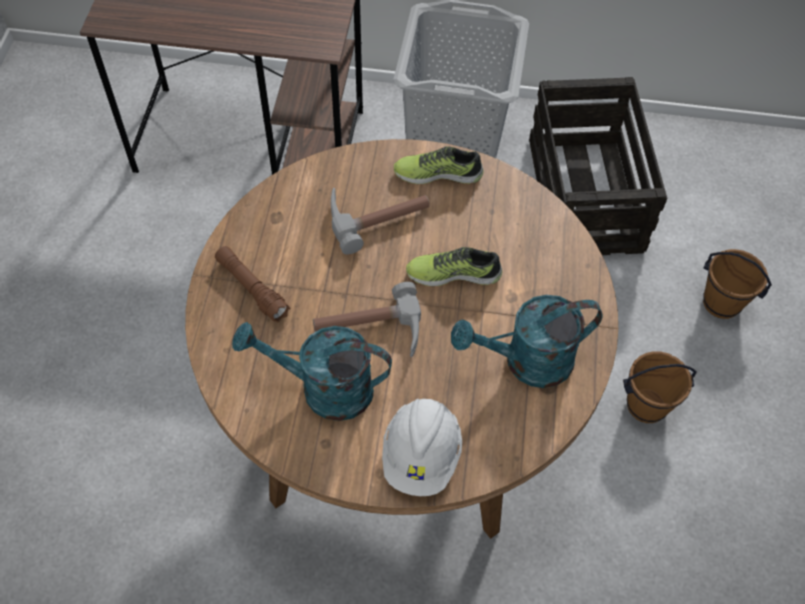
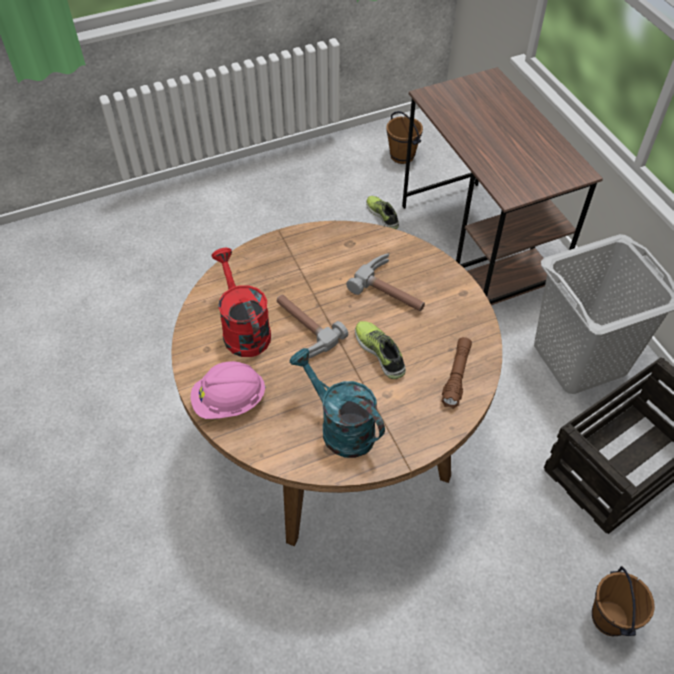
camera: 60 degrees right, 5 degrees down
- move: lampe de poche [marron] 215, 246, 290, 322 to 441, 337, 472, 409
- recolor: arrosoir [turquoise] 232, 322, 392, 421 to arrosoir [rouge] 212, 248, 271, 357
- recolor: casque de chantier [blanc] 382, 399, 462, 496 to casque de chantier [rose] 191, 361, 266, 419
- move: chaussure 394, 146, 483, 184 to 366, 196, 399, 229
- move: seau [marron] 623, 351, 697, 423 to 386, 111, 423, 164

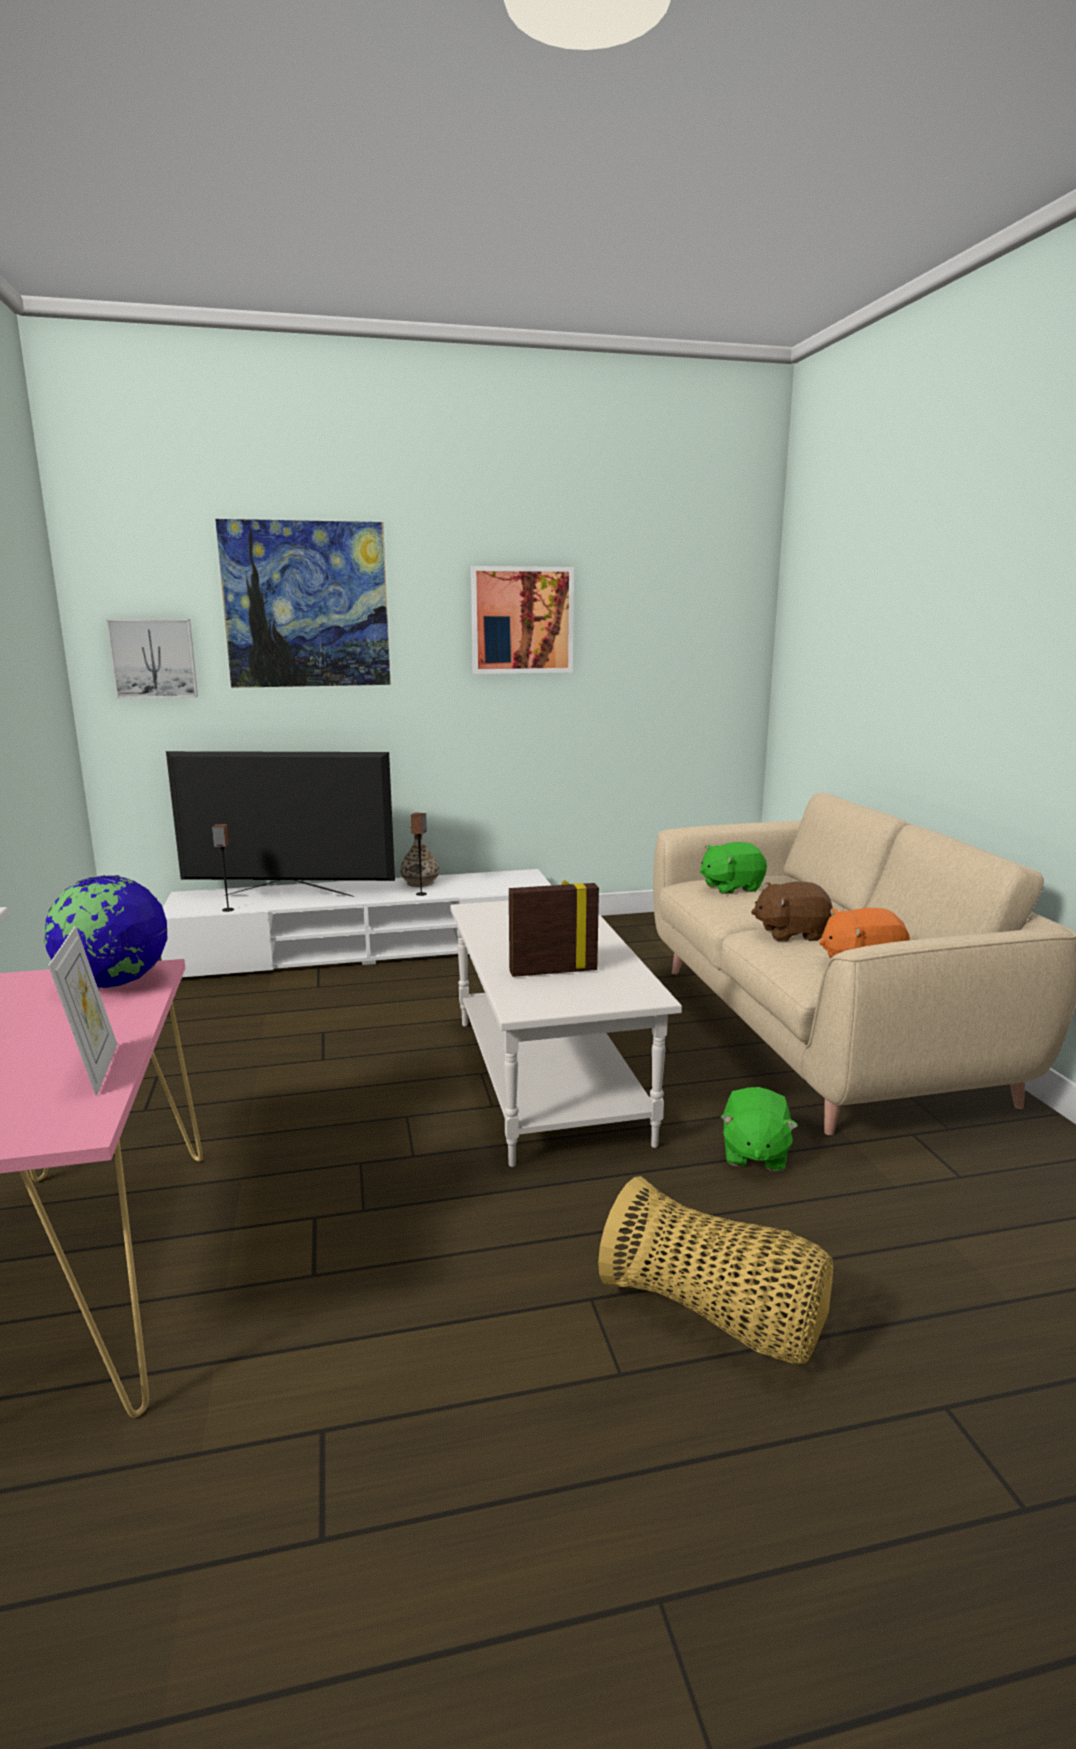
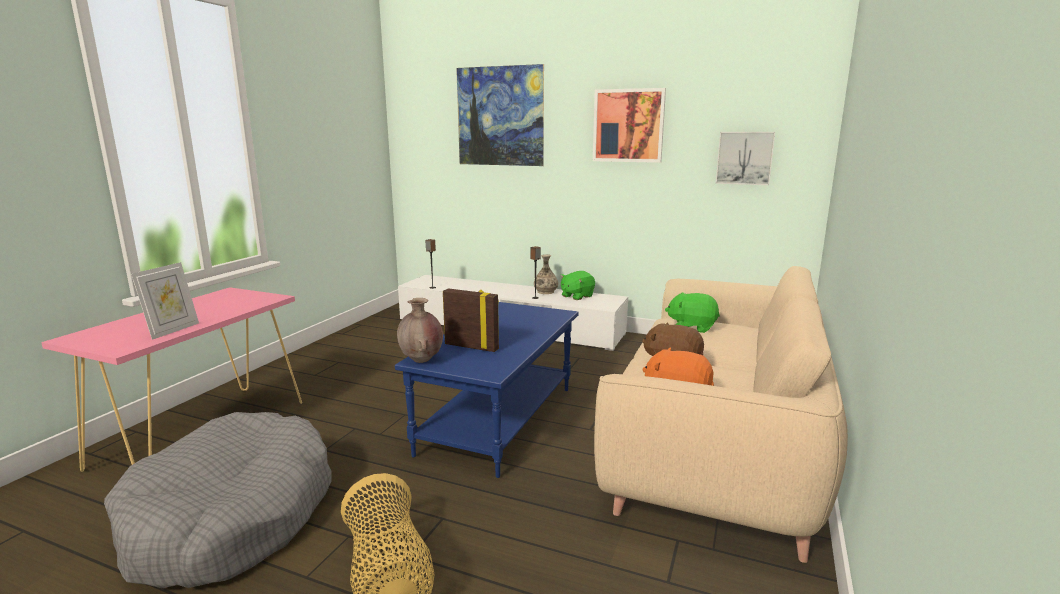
camera: 35 degrees right, 0 degrees up
- delete: globe 44, 875, 167, 988
- move: tableau 106, 619, 198, 699 to 716, 132, 775, 185
- delete: téléviseur 166, 751, 395, 897
- recolor: table basse [blanc] 450, 901, 682, 1167 to table basse [bleu] 395, 302, 578, 478
- move: peluche [vert] 721, 1087, 798, 1171 to 560, 271, 595, 300
- insert: panier pour chien [gris] 104, 412, 332, 588
- insert: vase [marron] 397, 298, 443, 363

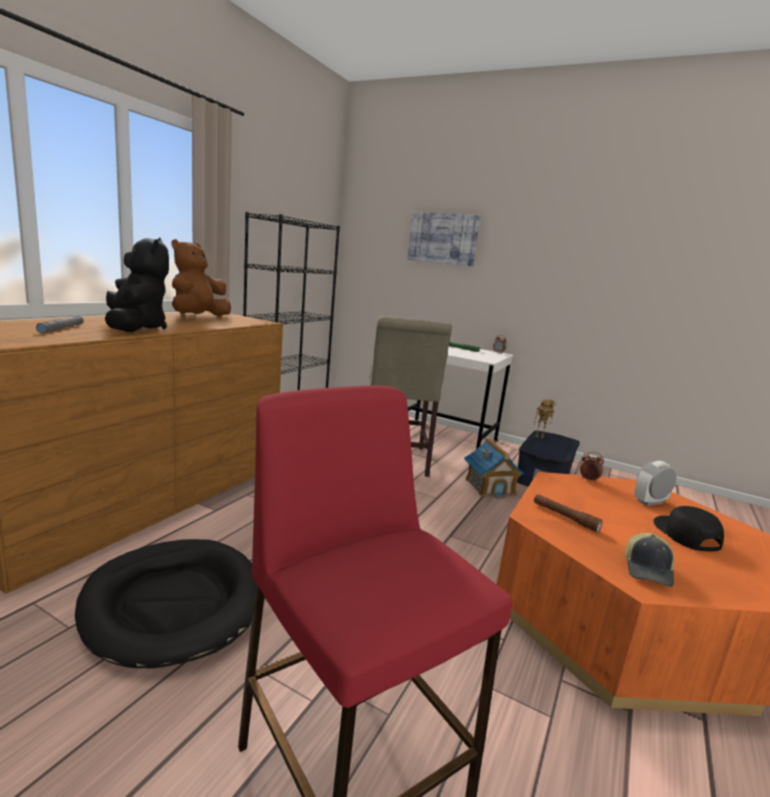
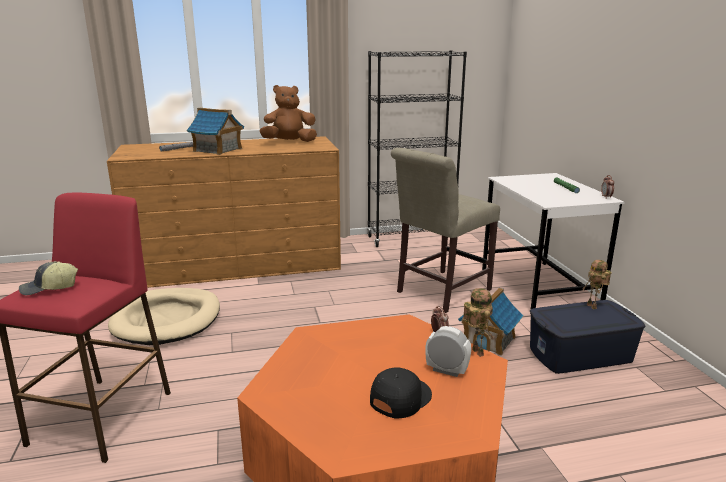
camera: 50 degrees right, 5 degrees up
- recolor: panier pour chien [noir] 75, 539, 256, 669 to panier pour chien [beige] 108, 288, 220, 345
- replace: peluche [noir] 105, 238, 169, 332 to maison miniature 187, 108, 244, 155
- delete: tableau 408, 212, 481, 267
- delete: lampe de poche [marron] 534, 494, 602, 532
- move: casquette 625, 533, 674, 587 to 19, 261, 78, 295
- insert: robot jouet 463, 288, 494, 357

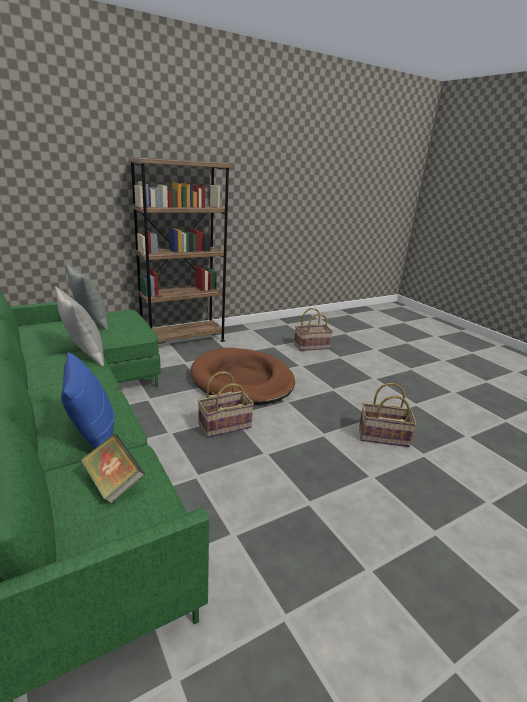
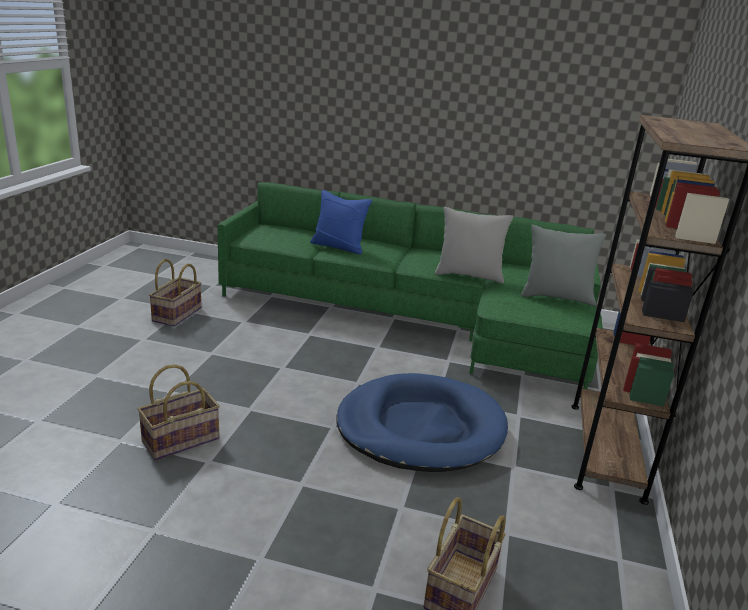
camera: 135 degrees right, 0 degrees up
- delete: livre 80, 434, 145, 504
- recolor: panier pour chien [marron] 191, 348, 295, 405 to panier pour chien [bleu] 336, 373, 508, 472
- move: panier 198, 371, 254, 438 to 149, 259, 202, 327

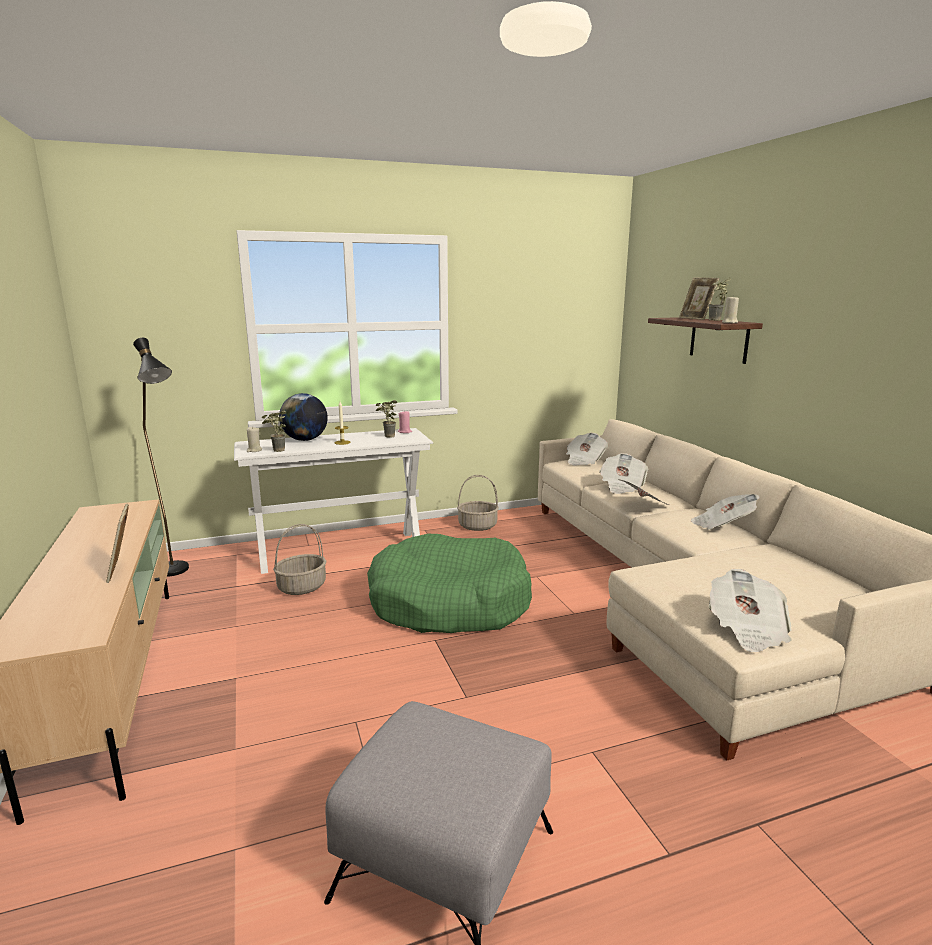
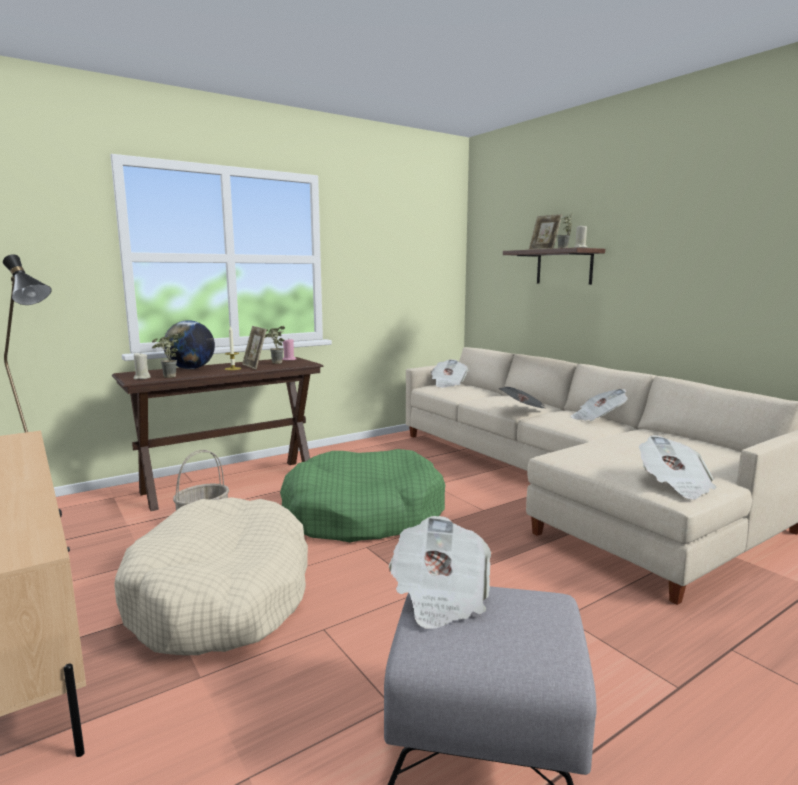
camera: 15 degrees left, 5 degrees down
- move: cadre photo 106, 504, 129, 583 to 242, 326, 267, 369
- recolor: table console [blanc] 234, 428, 433, 574 to table console [marron] 112, 357, 324, 511
- delete: panier 457, 475, 499, 531
- move: journal 599, 453, 648, 494 to 389, 516, 491, 629
- insert: panier pour chien [beige] 114, 497, 308, 655

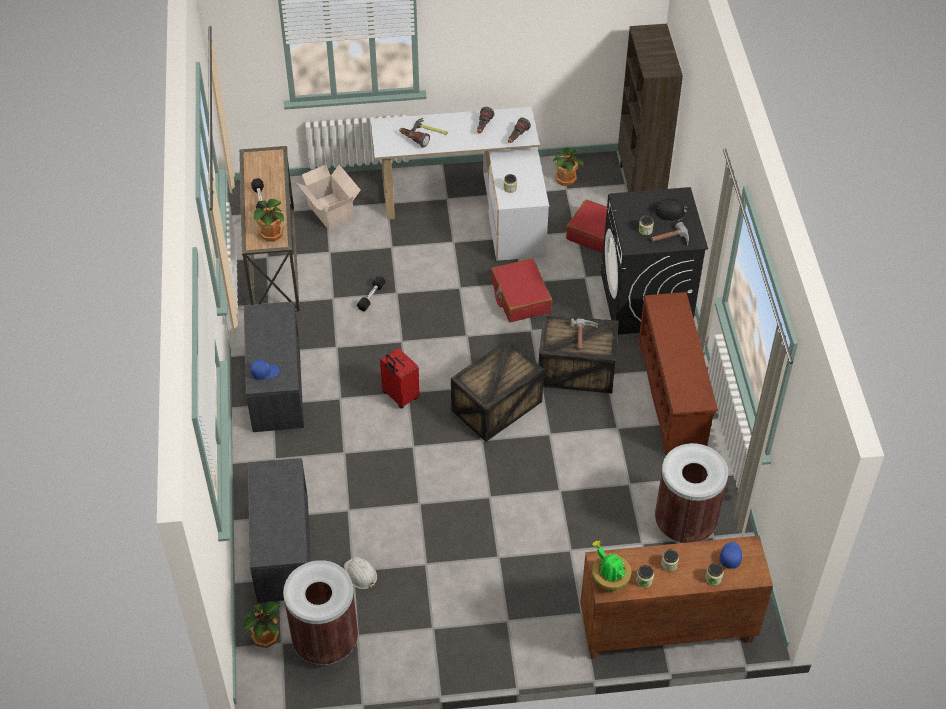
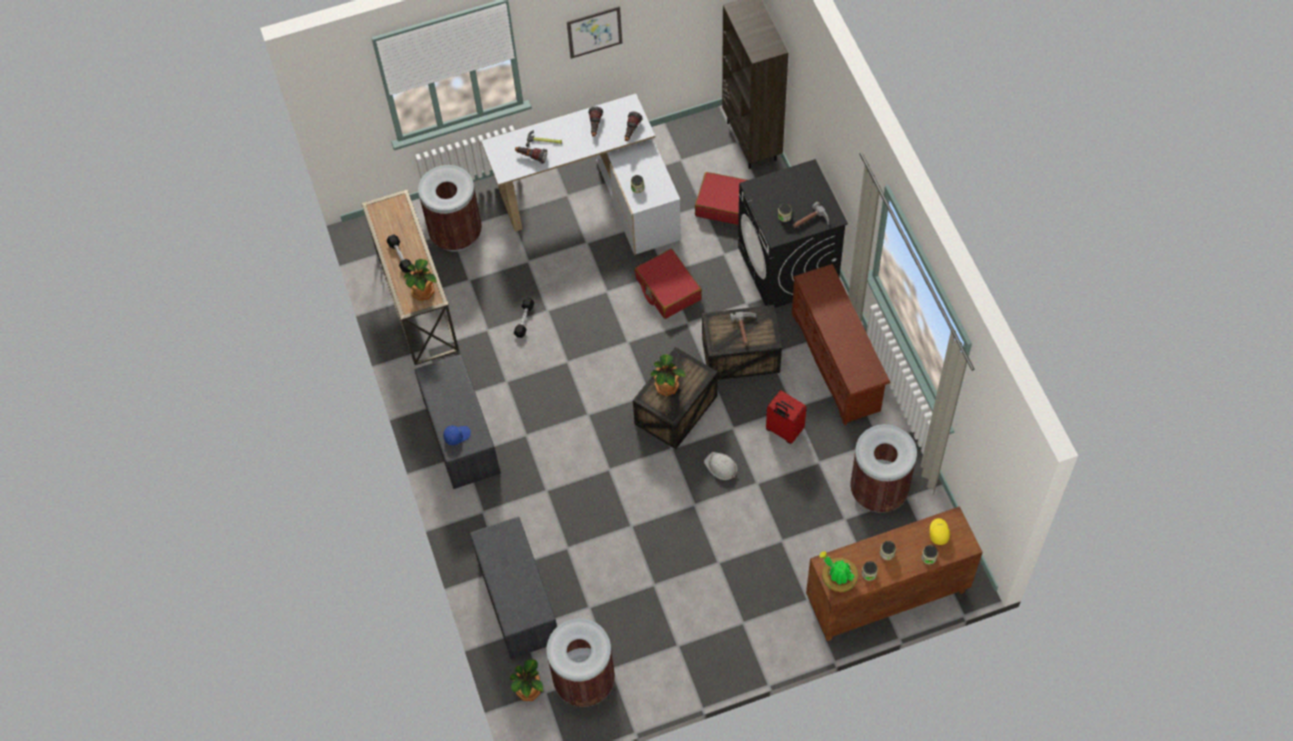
camera: 10 degrees left, 10 degrees up
- replace: carton 296, 164, 361, 230 to poubelle [marron] 418, 165, 482, 252
- move: casque de chantier [blanc] 344, 557, 377, 589 to 704, 452, 738, 480
- move: valise [rouge] 380, 348, 420, 409 to 766, 390, 807, 444
- move: plante en pot 553, 147, 584, 186 to 651, 354, 686, 396
- delete: casque de chantier [noir] 649, 198, 687, 222
- recolor: casquette [bleu] 720, 542, 742, 569 to casquette [jaune] 930, 518, 950, 545
- insert: tableau 567, 6, 622, 59

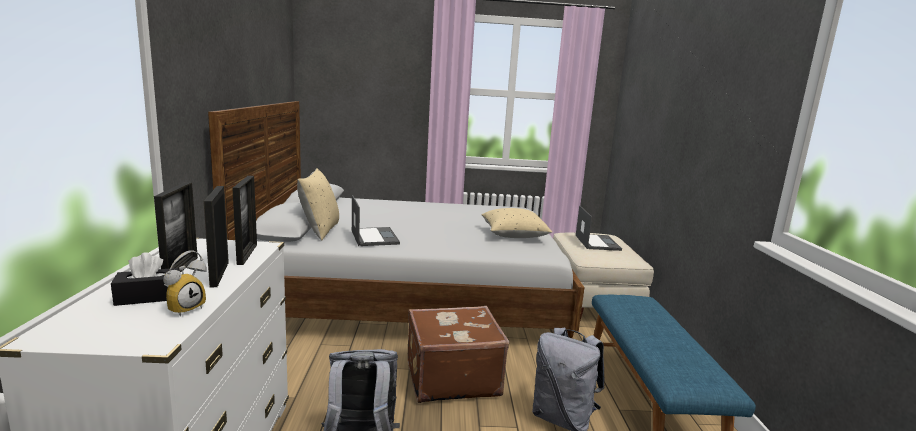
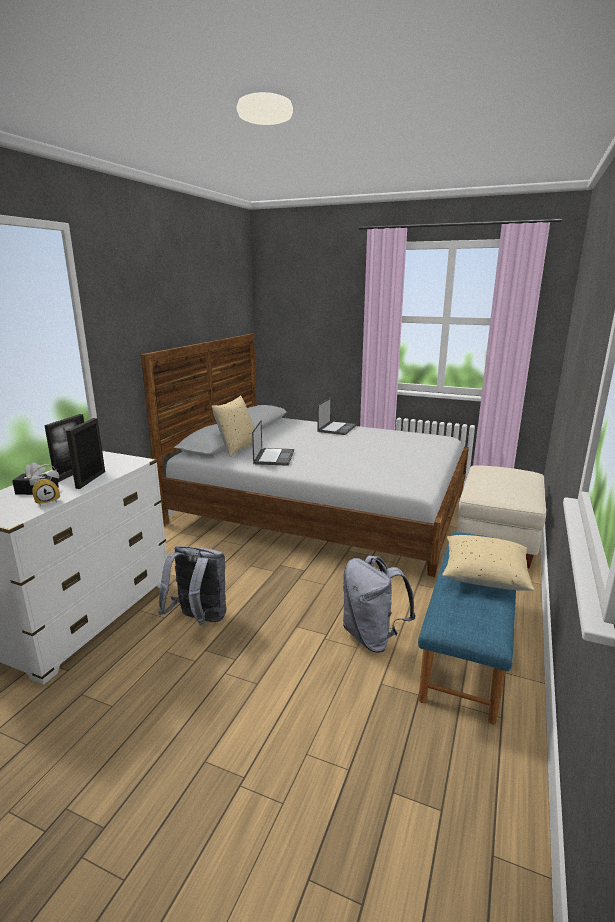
camera: 25 degrees right, 5 degrees up
- delete: cadre photo 232, 176, 257, 265
- delete: valise [marron] 408, 306, 509, 403
- move: coussin [beige] 482, 208, 552, 238 to 442, 535, 534, 591
- move: ordinateur portable 576, 206, 622, 251 to 317, 397, 357, 435

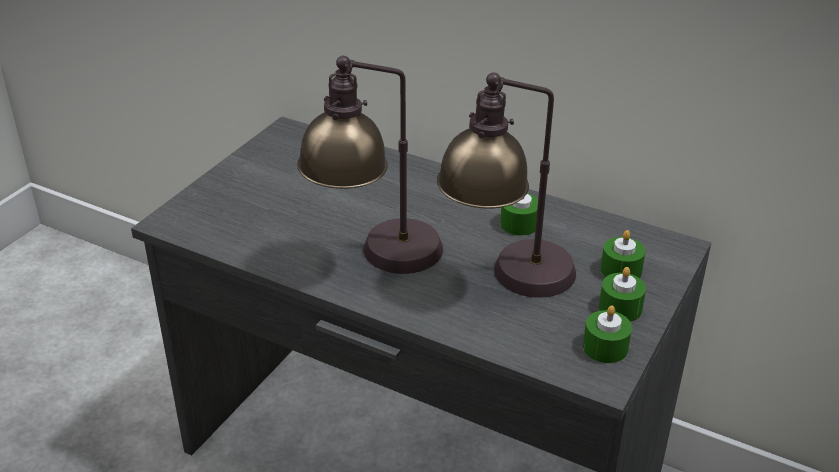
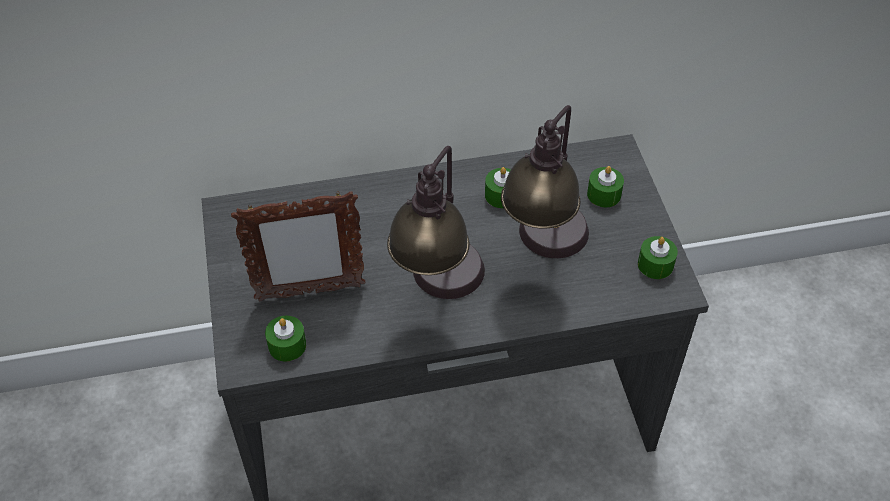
camera: 40 degrees left, 15 degrees up
- move: bougie [vert] 599, 267, 646, 322 to 265, 316, 306, 362
- insert: cadre photo 231, 191, 366, 302

